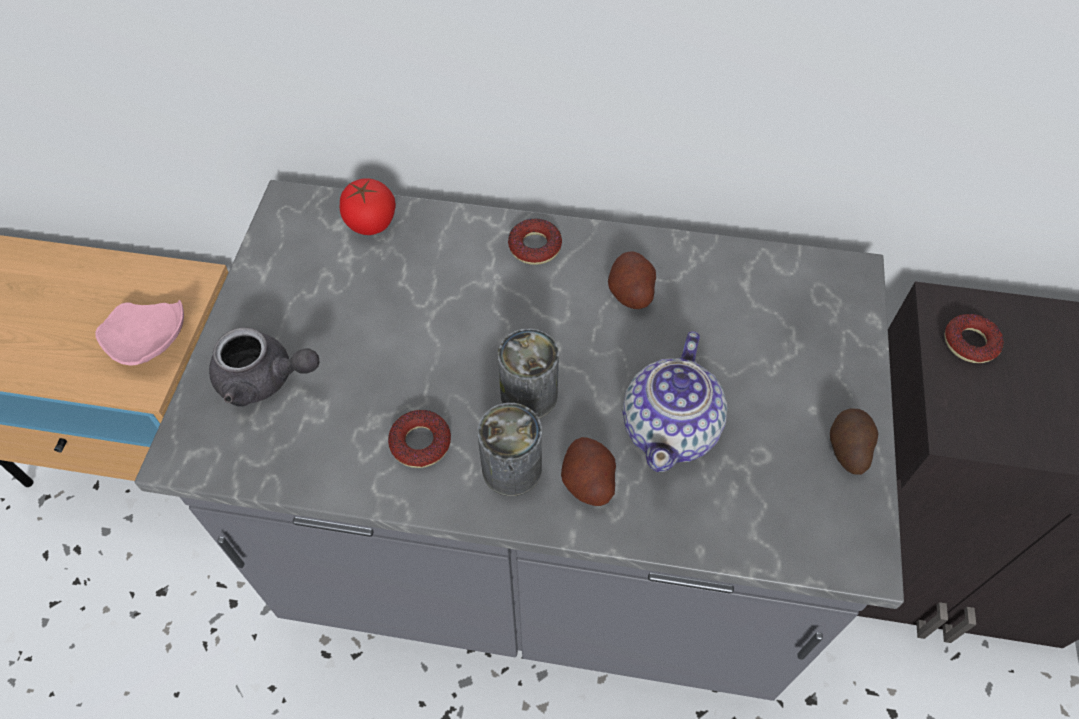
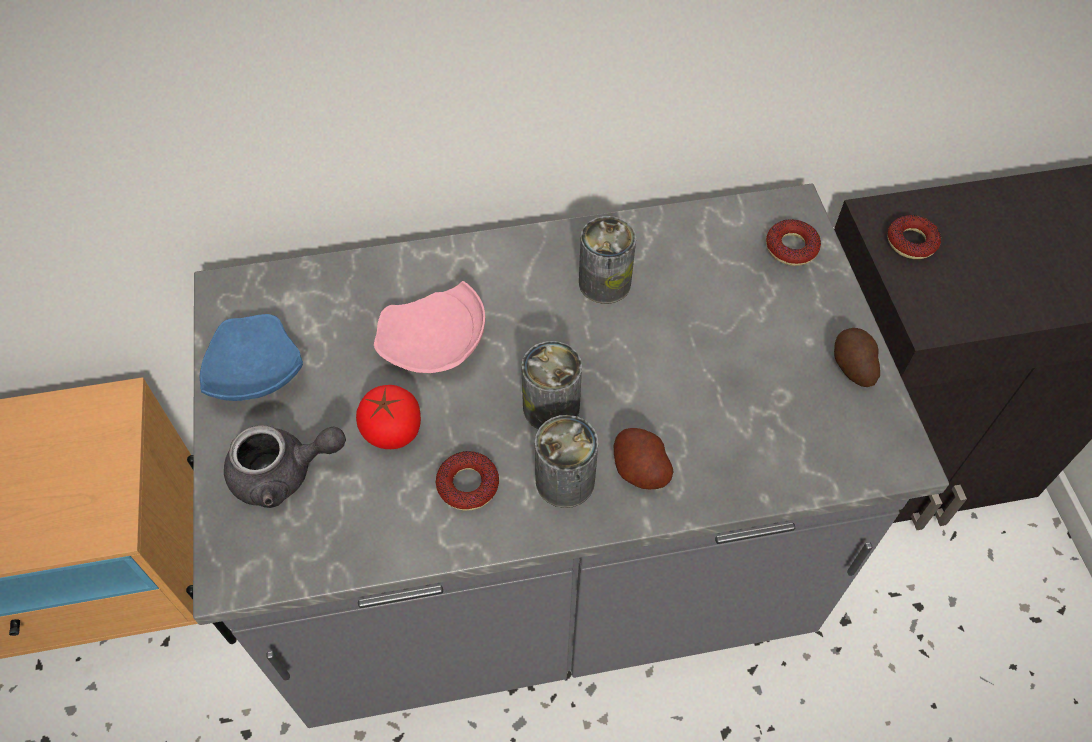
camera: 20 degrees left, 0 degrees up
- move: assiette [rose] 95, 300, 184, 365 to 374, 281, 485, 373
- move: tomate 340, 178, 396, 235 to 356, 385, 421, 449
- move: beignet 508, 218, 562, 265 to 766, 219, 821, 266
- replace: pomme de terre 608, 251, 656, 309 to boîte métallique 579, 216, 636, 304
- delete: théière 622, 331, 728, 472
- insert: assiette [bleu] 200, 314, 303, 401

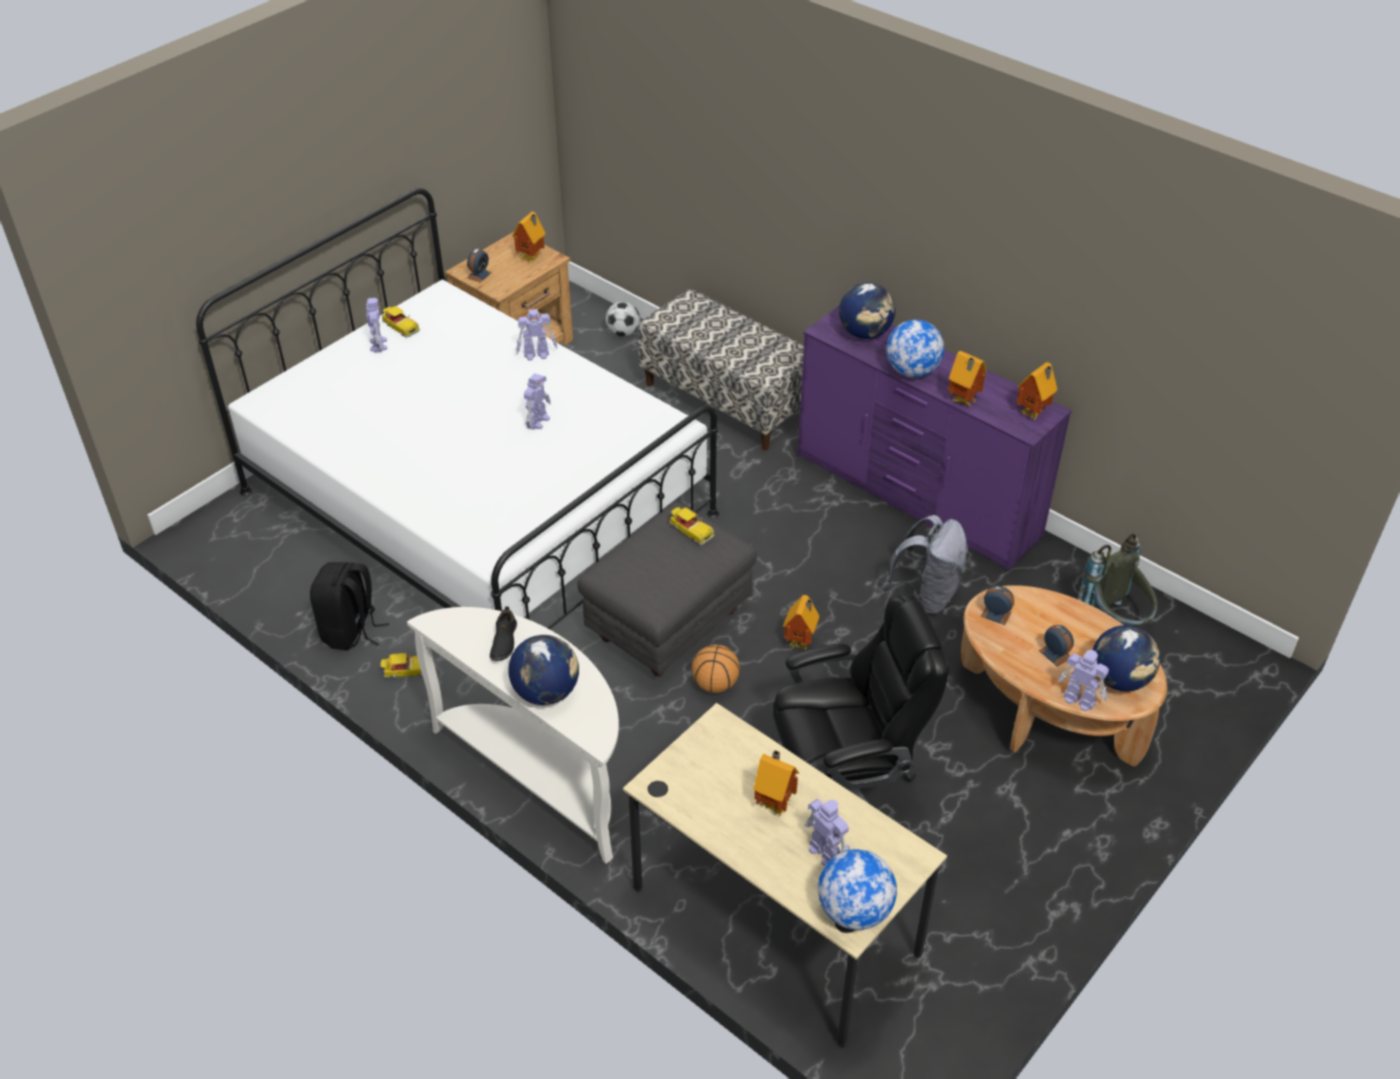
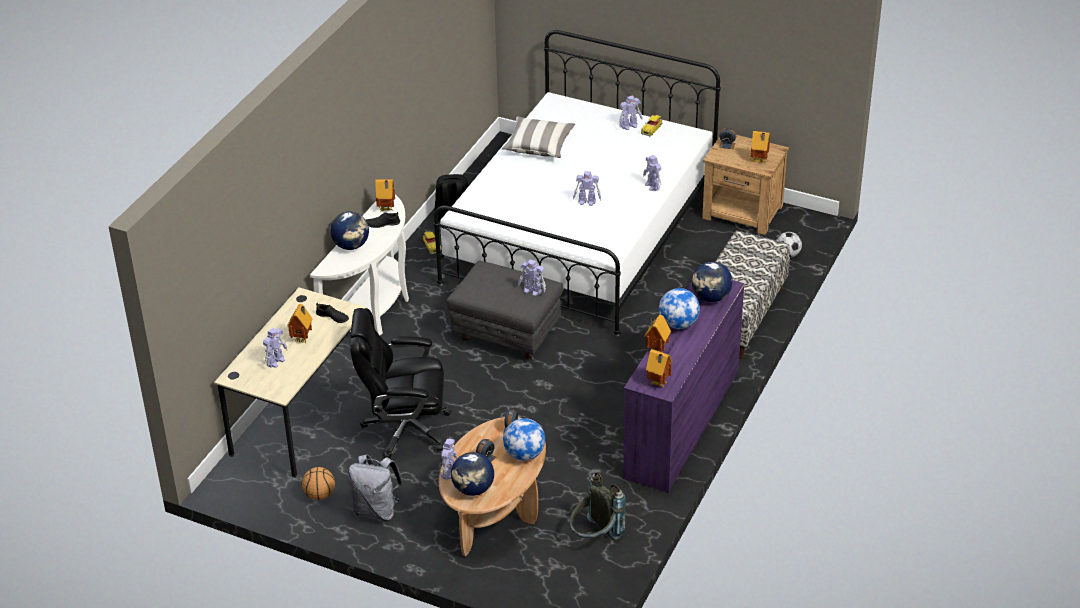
camera: 75 degrees right, 5 degrees down
- replace: petite voiture 669, 507, 714, 545 to robot jouet 518, 259, 546, 296
- move: ballon de basket 692, 645, 740, 693 to 302, 467, 335, 500
- rotate: chaise de bureau [noir] 773, 593, 949, 803 = 350, 308, 452, 459 120 degrees clockwise
- move: maison miniature 783, 595, 819, 650 to 375, 179, 395, 211
- move: globe 818, 849, 897, 930 to 503, 418, 545, 461
- move: sac à dos [gris] 886, 515, 968, 614 to 348, 454, 403, 521
- insert: chaussure [noir] 316, 303, 349, 323
- insert: coussin 501, 117, 575, 158

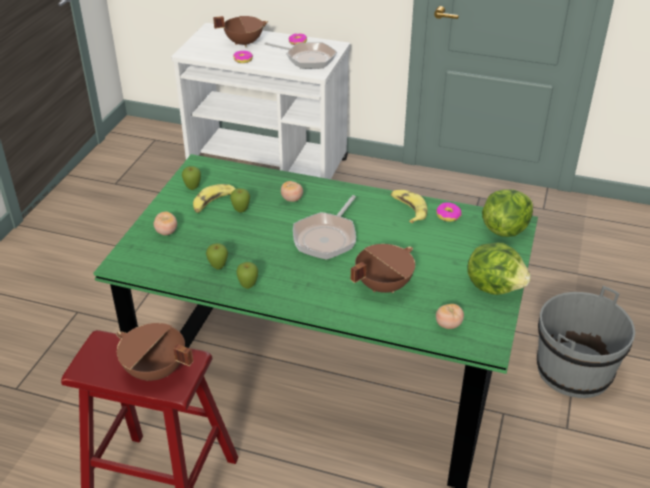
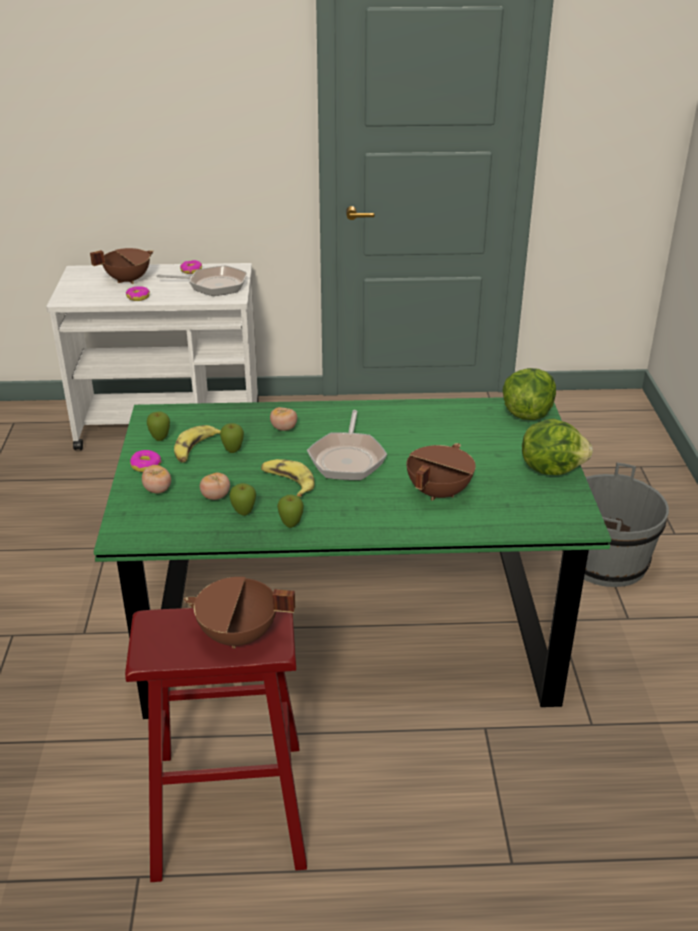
camera: 20 degrees left, 5 degrees down
- move: banane 391, 190, 427, 223 to 261, 459, 314, 497
- move: beignet 436, 202, 461, 222 to 130, 450, 162, 472
- move: tomate 436, 304, 464, 329 to 200, 473, 230, 500

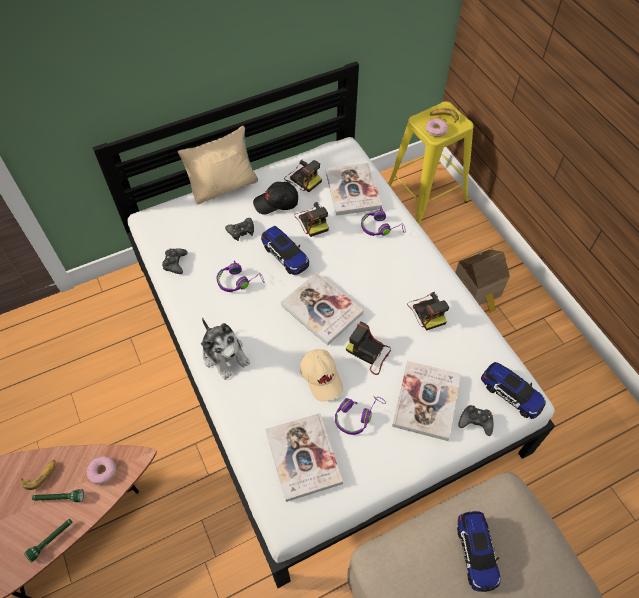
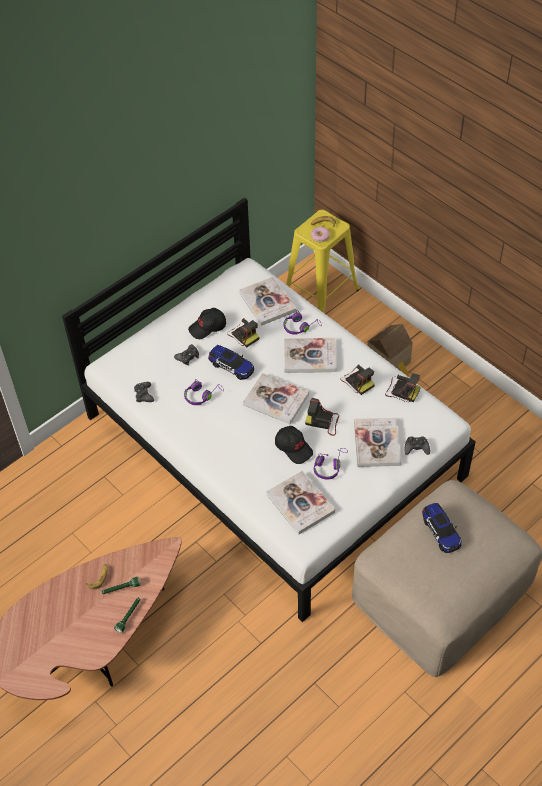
camera: 15 degrees left, 5 degrees down
- delete: beignet 87, 456, 116, 485
- delete: coussin [beige] 178, 126, 258, 205
- delete: peluche 201, 318, 250, 380
- move: appareil photo 284, 159, 322, 192 to 385, 373, 421, 402
- recolor: casquette [beige] 300, 349, 343, 402 to casquette [noir] 275, 426, 313, 464
- delete: petite voiture 481, 362, 546, 419
- insert: livre 284, 338, 337, 373

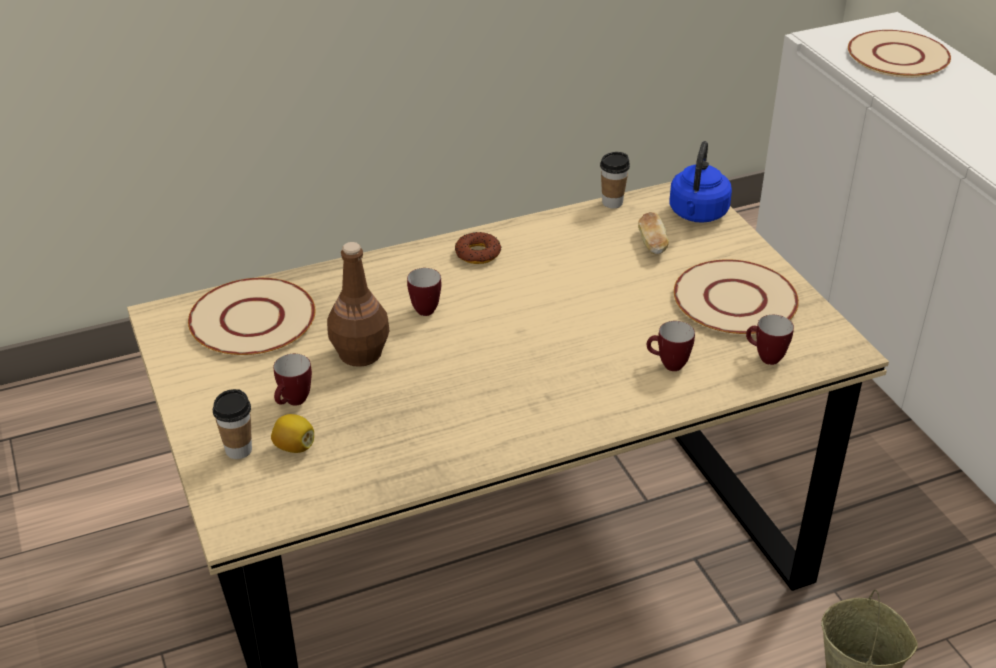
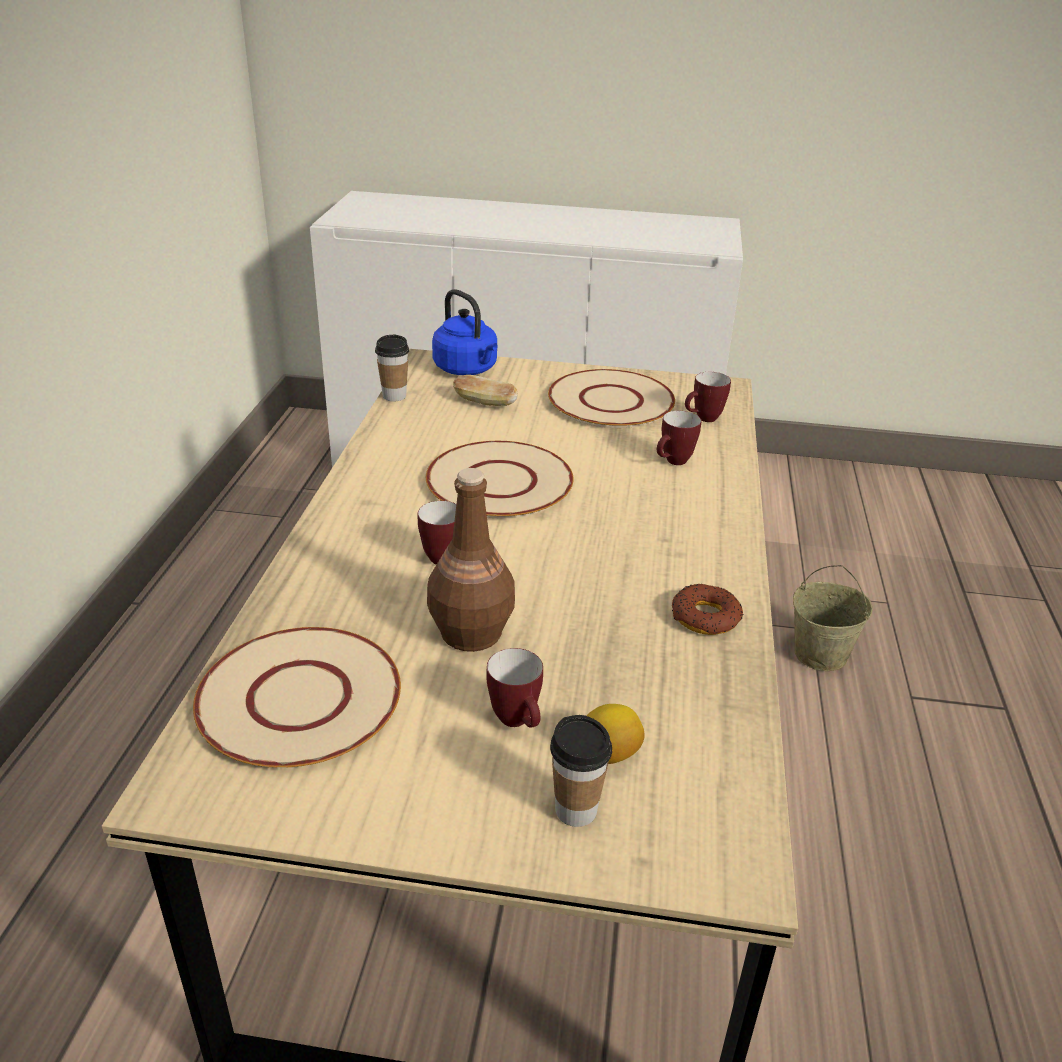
camera: 60 degrees left, 5 degrees down
- move: beignet 455, 232, 501, 264 to 672, 584, 743, 635
- move: assiette [beige] 848, 30, 951, 78 to 426, 441, 574, 518

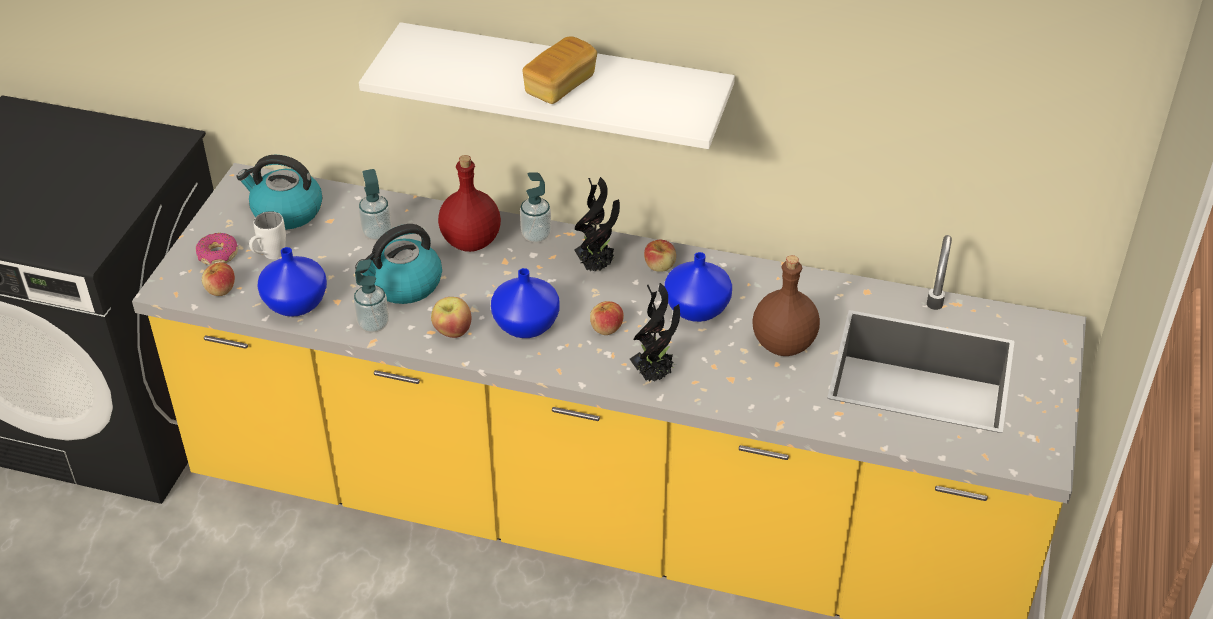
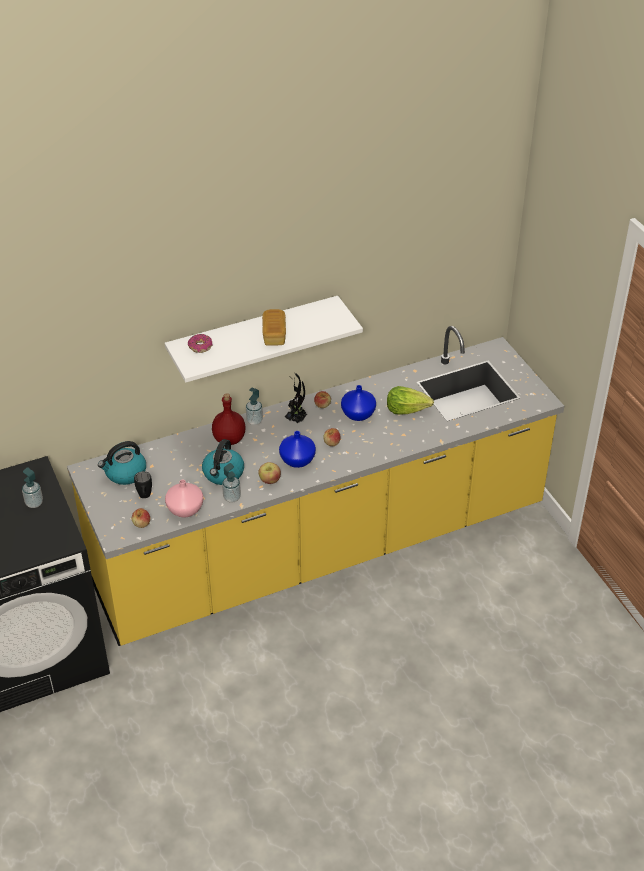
camera: 40 degrees left, 0 degrees up
- move: beignet 196, 233, 238, 265 to 188, 334, 213, 353
- recolor: mug [blanc] 249, 211, 286, 259 to mug [noir] 134, 471, 152, 498
- recolor: vase [bleu] 257, 247, 327, 317 to vase [rose] 165, 480, 203, 517
- move: distributeur de savon 359, 169, 392, 240 to 22, 468, 43, 508
- delete: plante en pot 630, 283, 680, 382
- replace: bouteille [marron] 752, 255, 820, 356 to laitue 387, 386, 434, 415

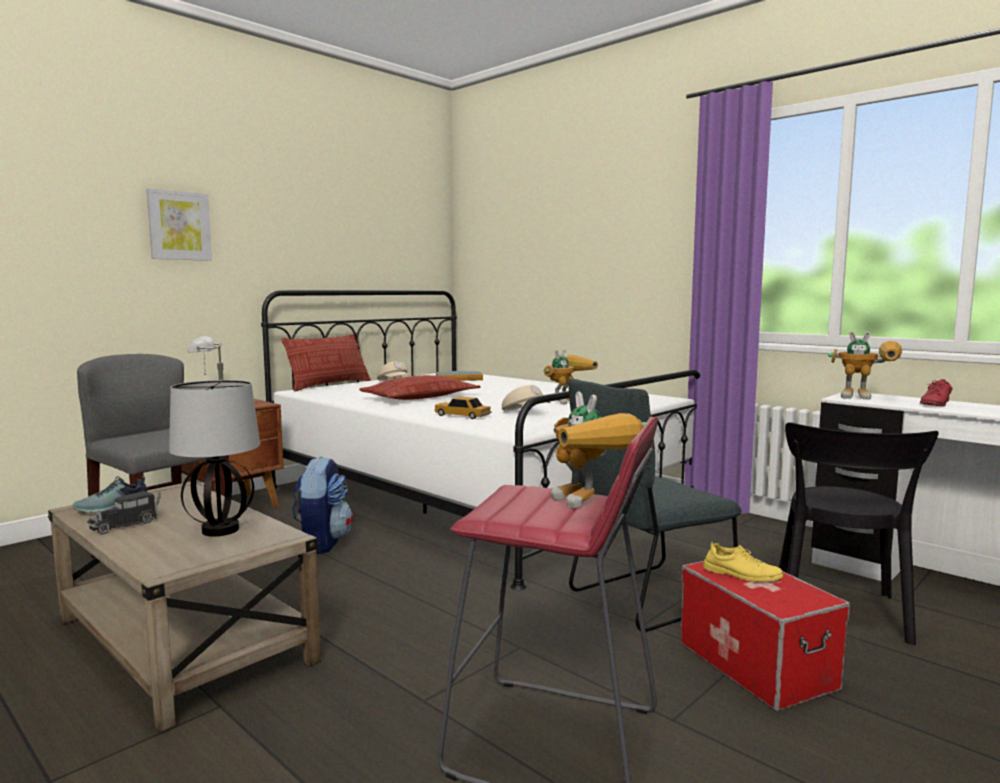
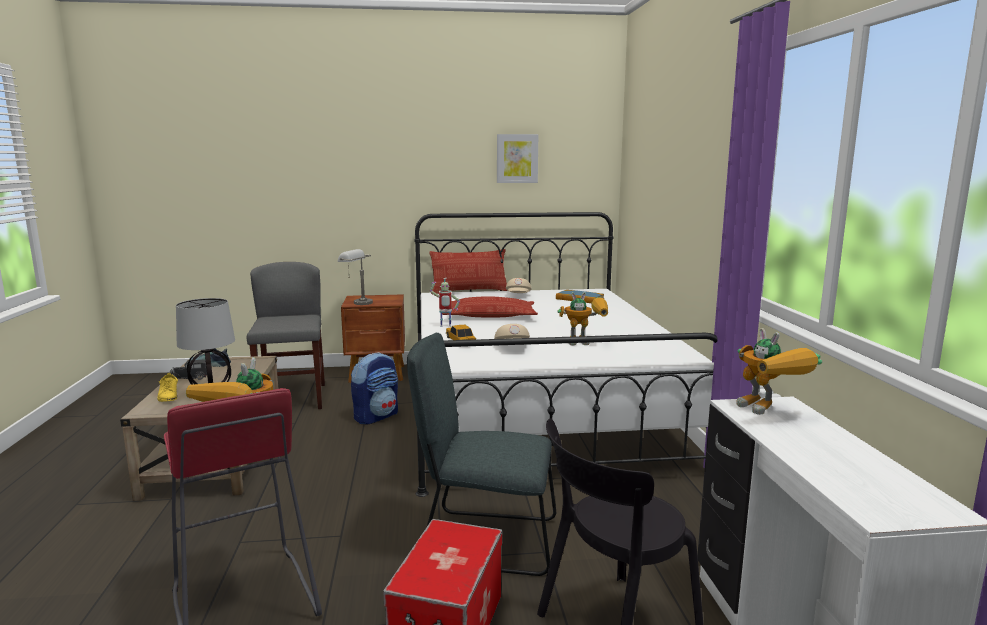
camera: 40 degrees right, 5 degrees up
- move: tableau 147, 188, 212, 261 to 497, 134, 538, 183
- move: chaussure [jaune] 703, 542, 784, 582 to 157, 373, 178, 402
- delete: chaussure [rouge] 920, 379, 953, 406
- insert: robot jouet 430, 278, 460, 327

